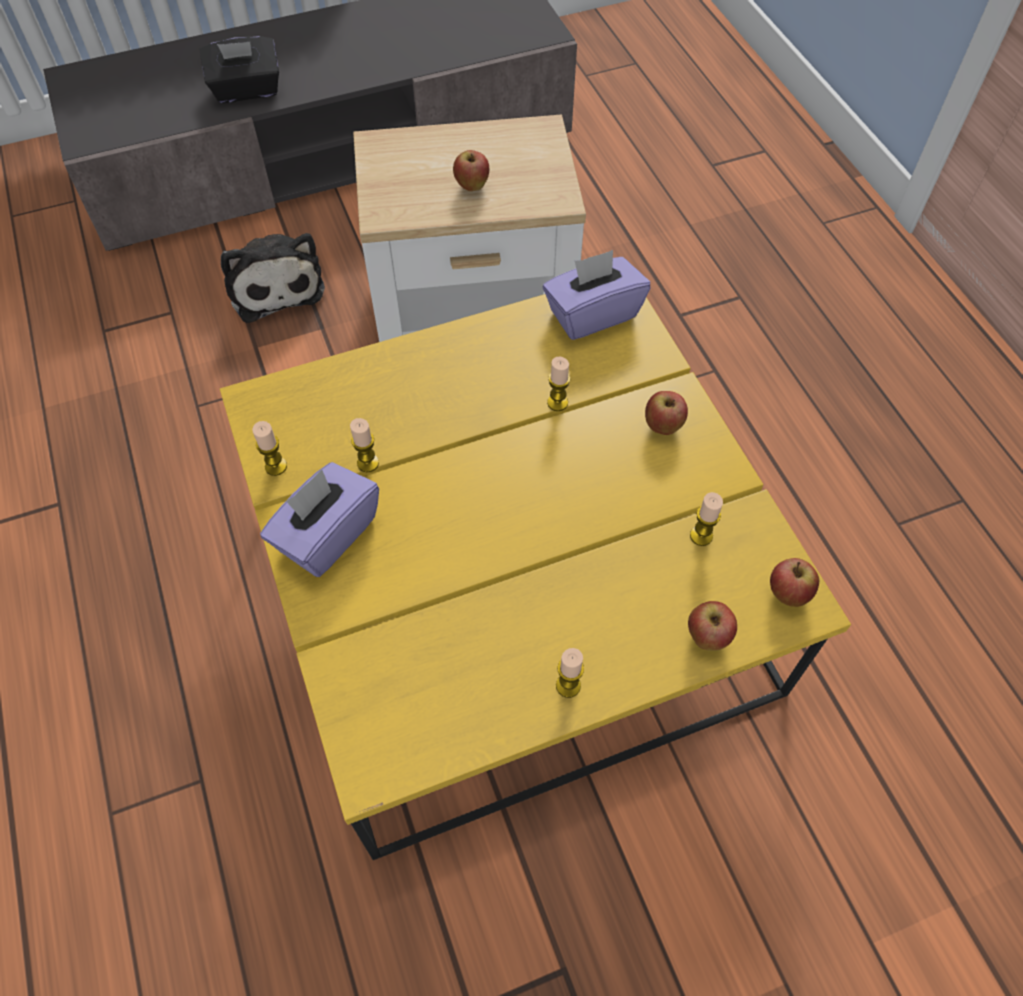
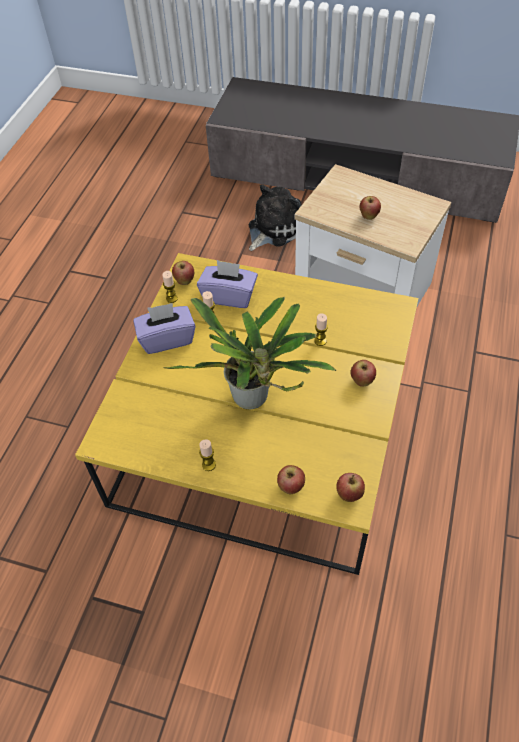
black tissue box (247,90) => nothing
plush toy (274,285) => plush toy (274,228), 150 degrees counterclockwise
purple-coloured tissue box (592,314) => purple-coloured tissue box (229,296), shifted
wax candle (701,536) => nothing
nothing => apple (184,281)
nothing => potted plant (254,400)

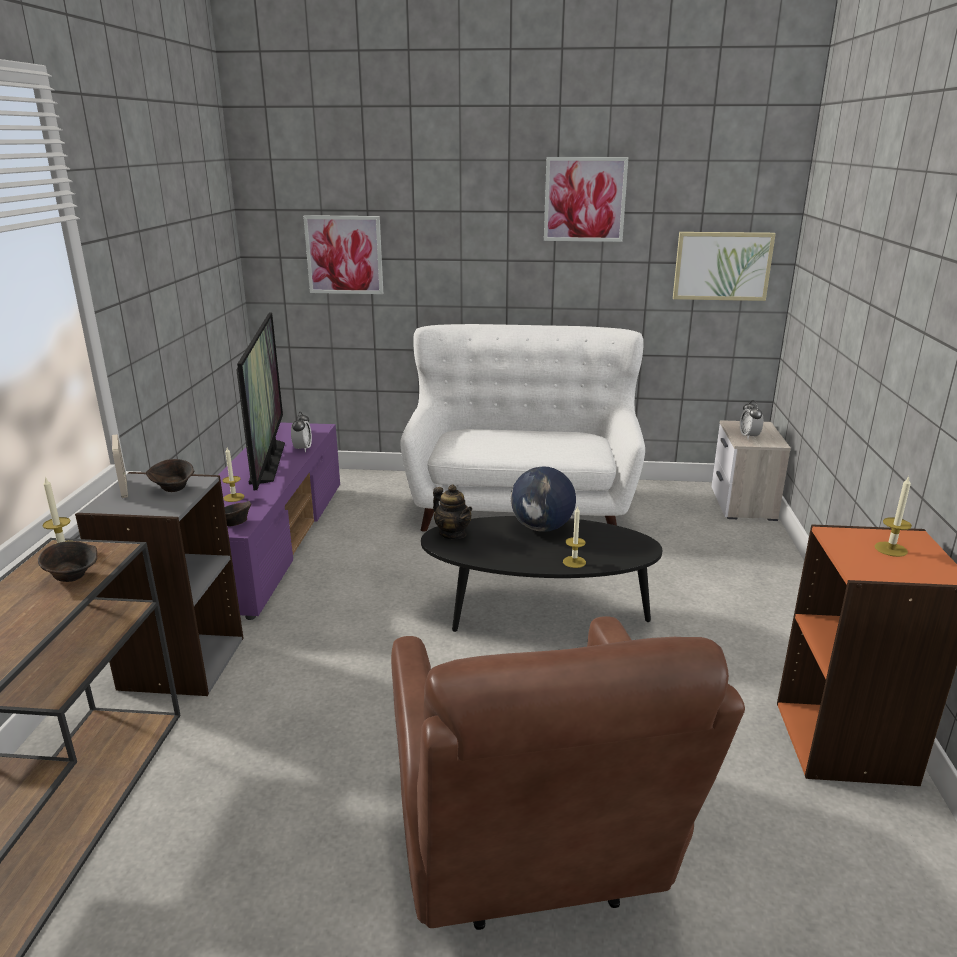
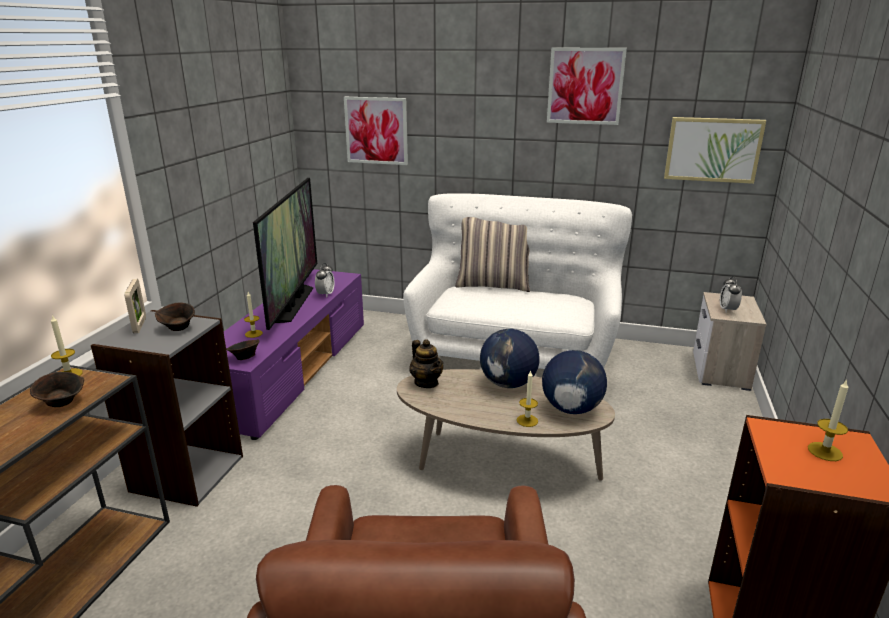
black coffee table (537,615) => sand-coloured coffee table (499,462)
nothing => throw pillow (494,285)
nothing => globe (571,409)

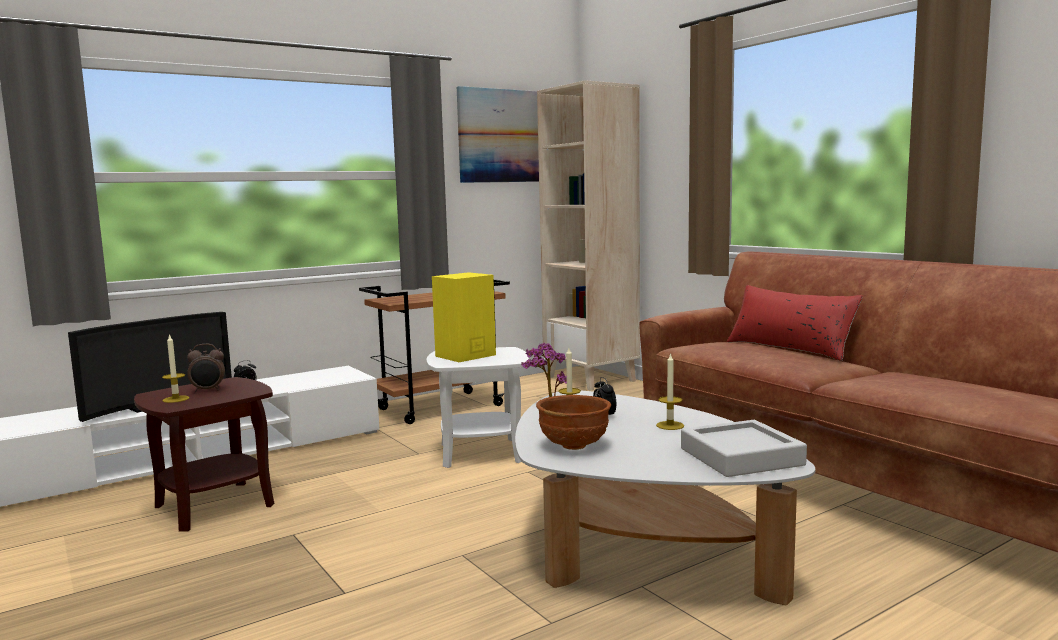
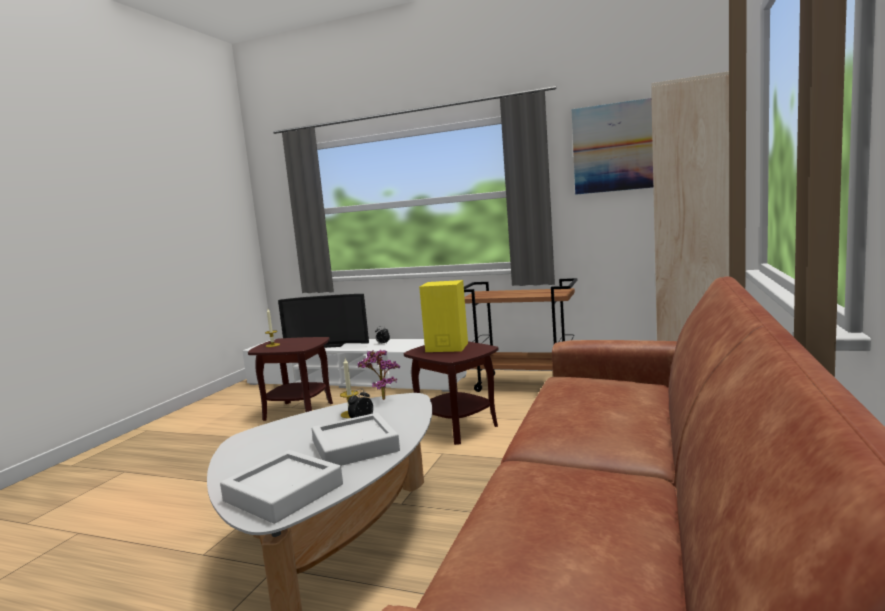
reddish throw pillow (789,348) => nothing
bedside clock (208,390) => nothing
white end table (481,452) => brown-coloured end table (457,427)
wax candle (670,425) => grey carrying tray (355,447)
brown-coloured bowl (575,446) => nothing

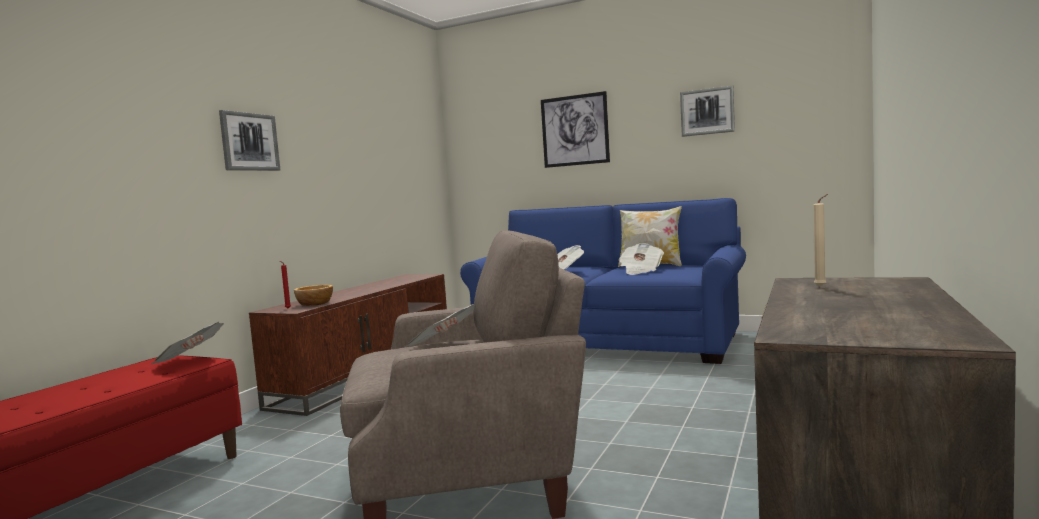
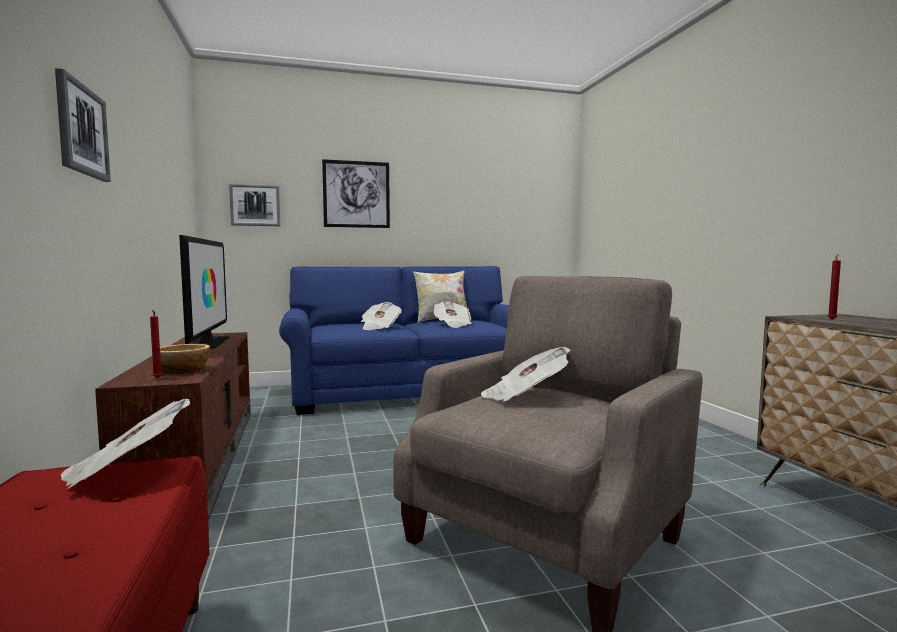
wall picture (707,111) => wall picture (255,205), shifted
sand-coloured wax candle (822,287) => reddish wax candle (832,319)
nothing => TV (206,343)

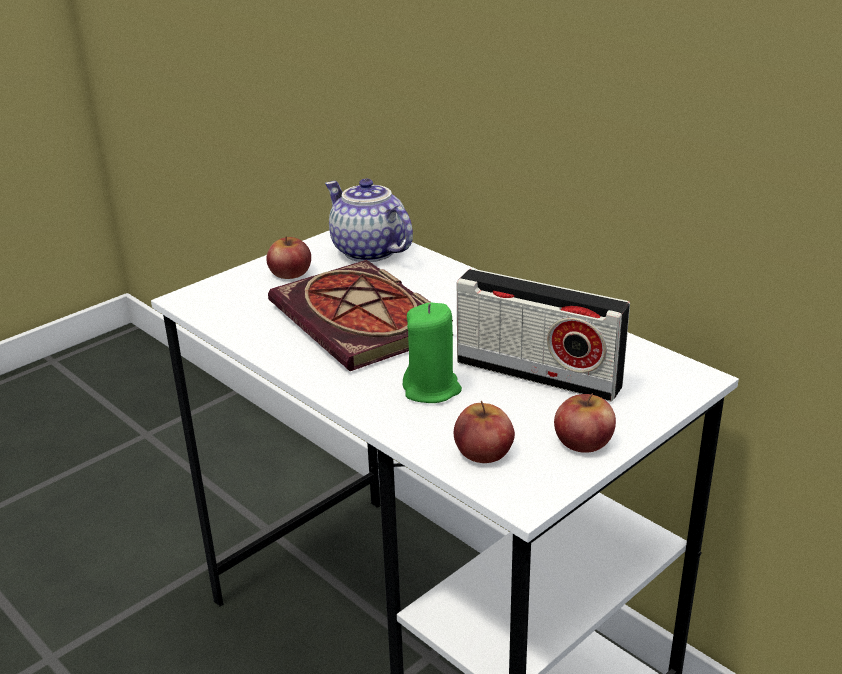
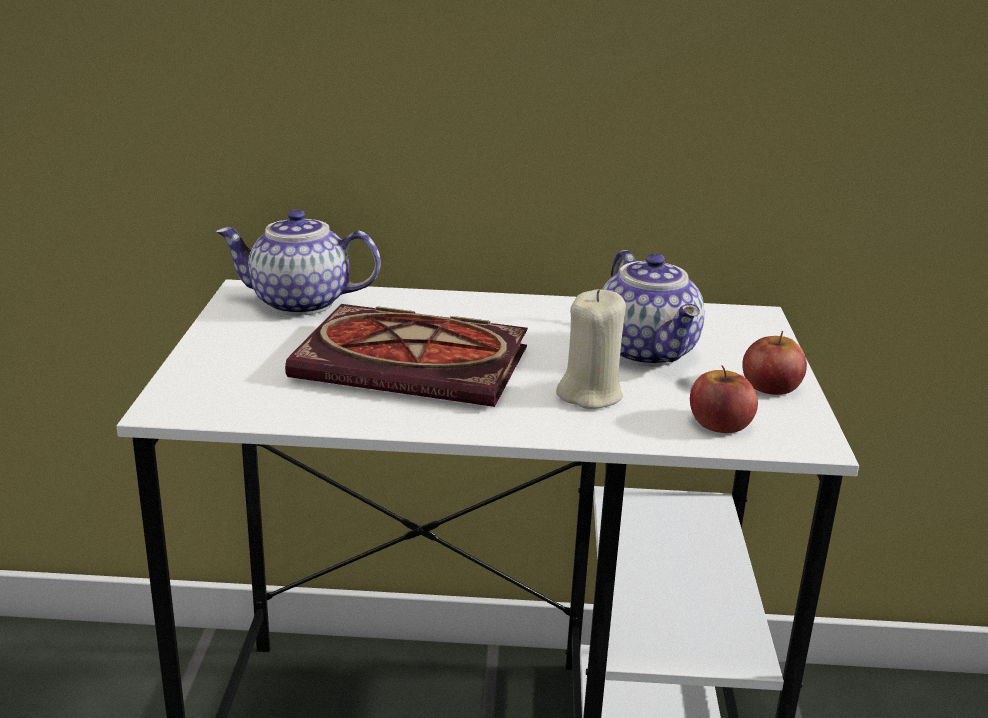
apple (290,272) => nothing
radio (538,374) => pot for tea (649,352)
greenish wax candle (432,389) => sand-coloured wax candle (590,394)

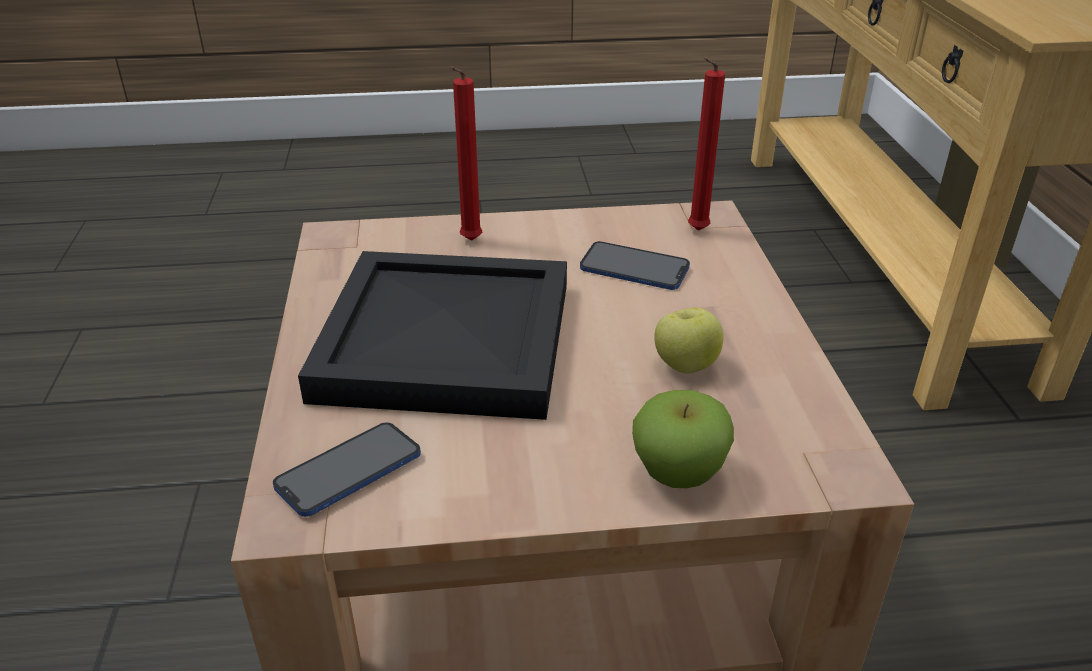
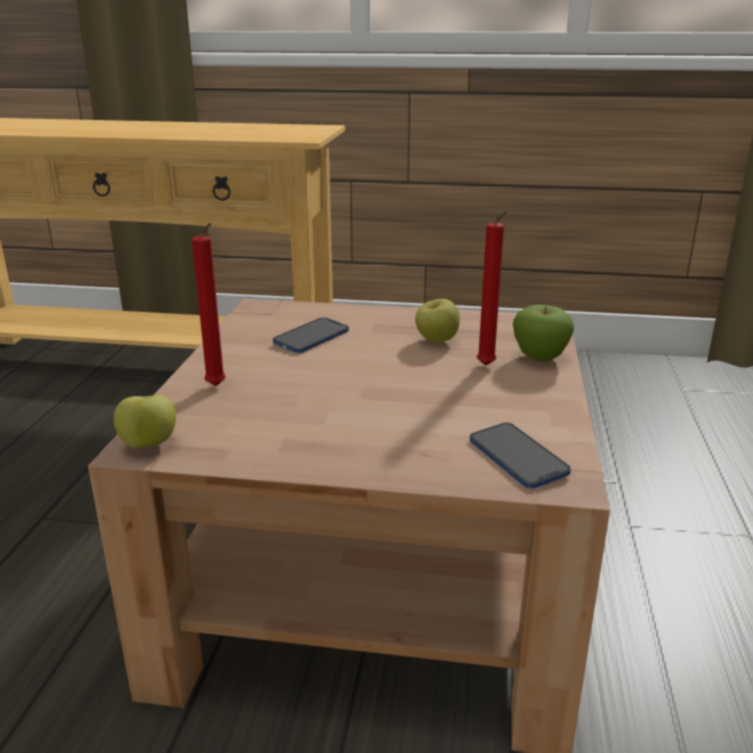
reddish wax candle (695,231) => reddish wax candle (487,366), shifted
black carrying tray (449,342) => nothing
nothing => apple (149,445)

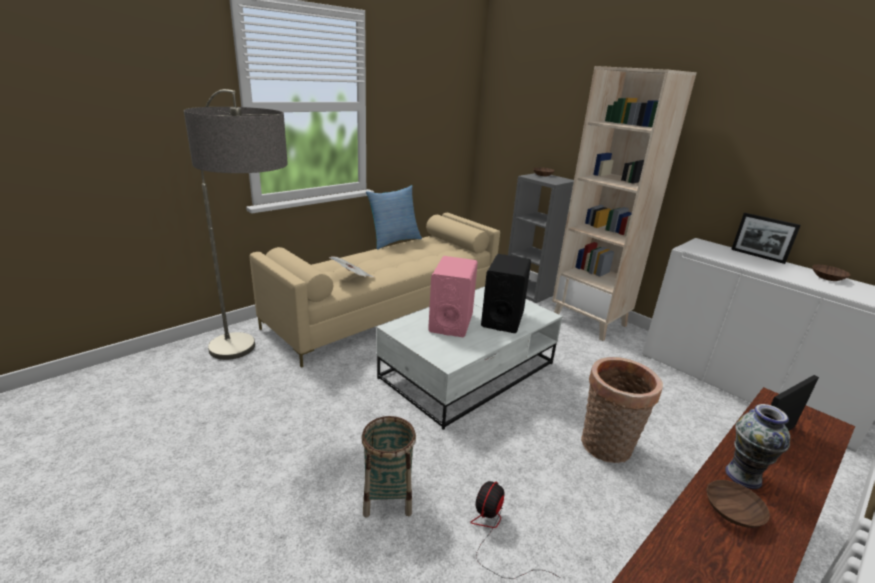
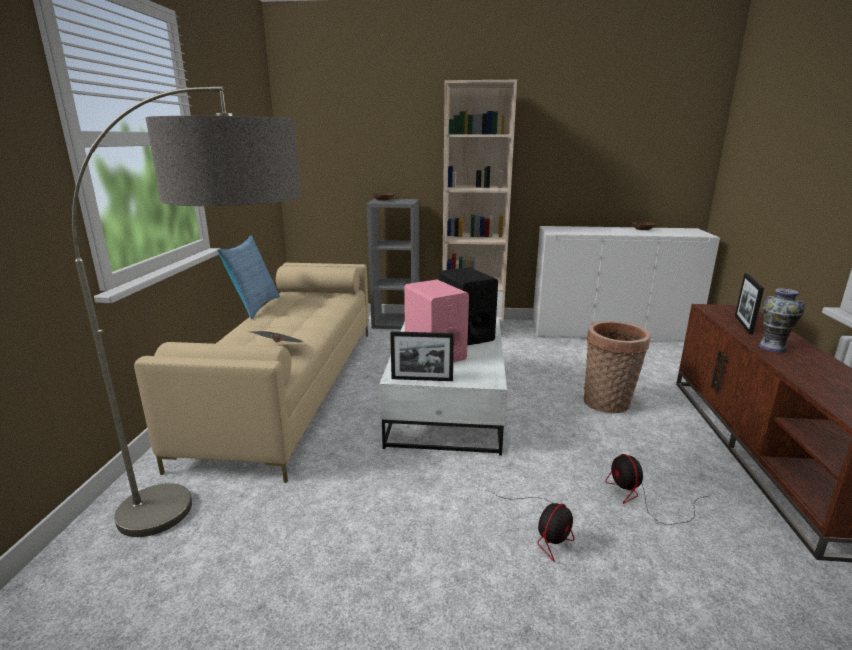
standing frame (757,256) => standing frame (422,379), shifted
basket (387,497) => fan (547,530)
brown-coloured bowl (733,511) => nothing

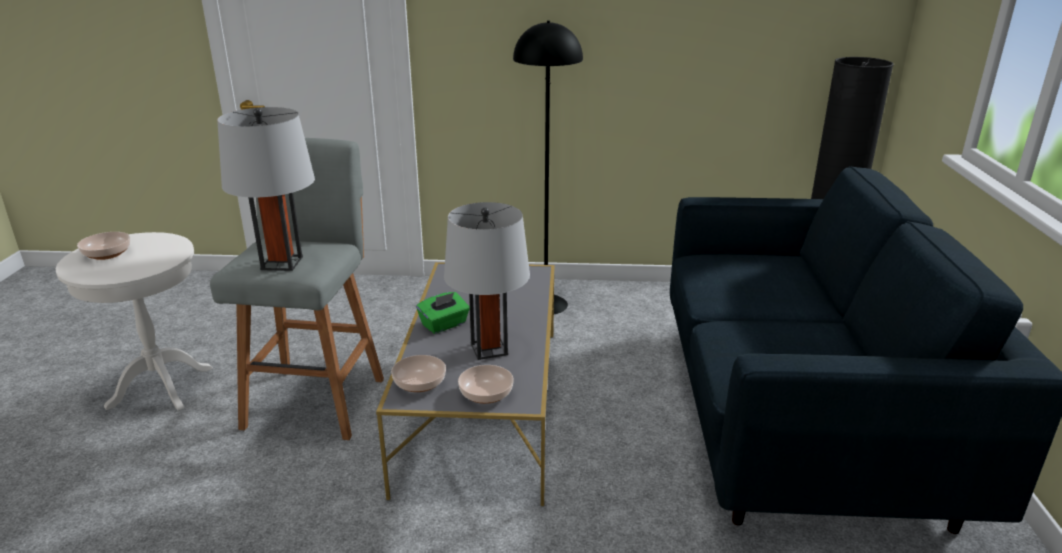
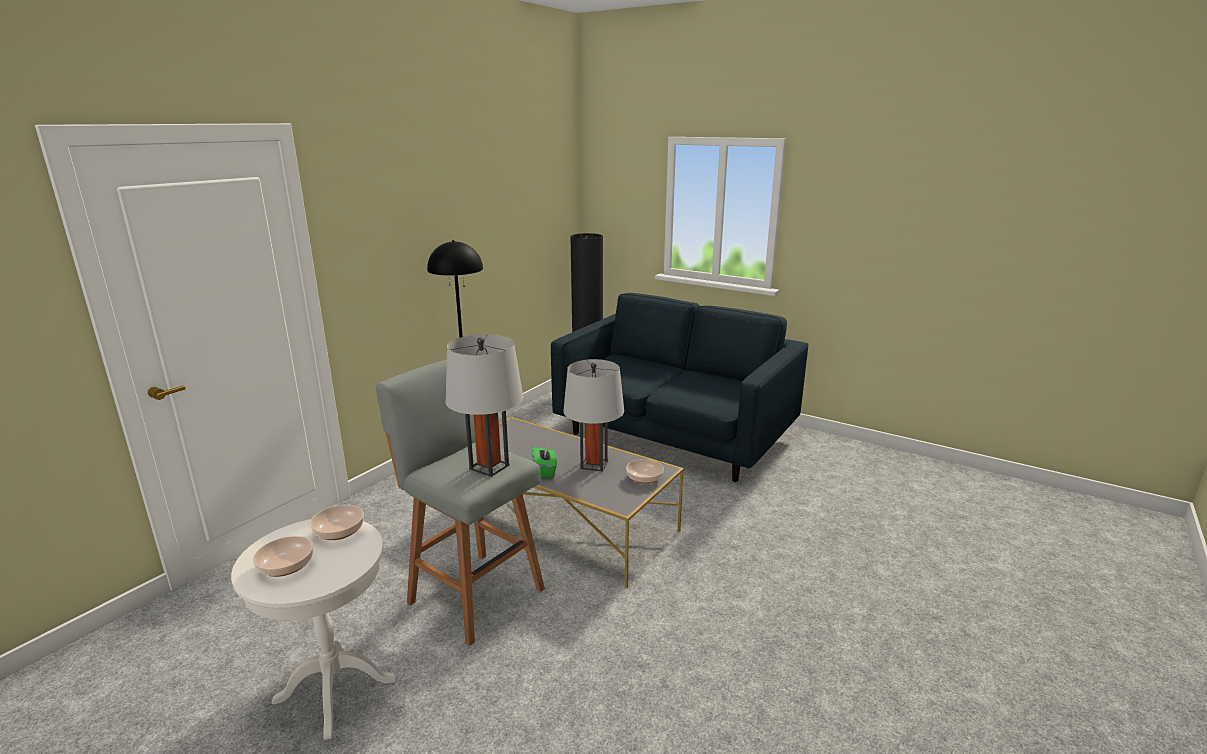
bowl (420,383) => bowl (340,531), shifted

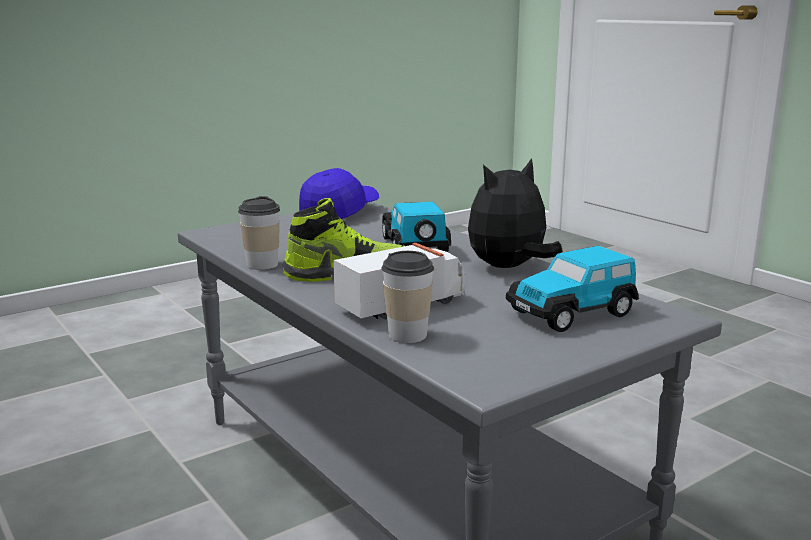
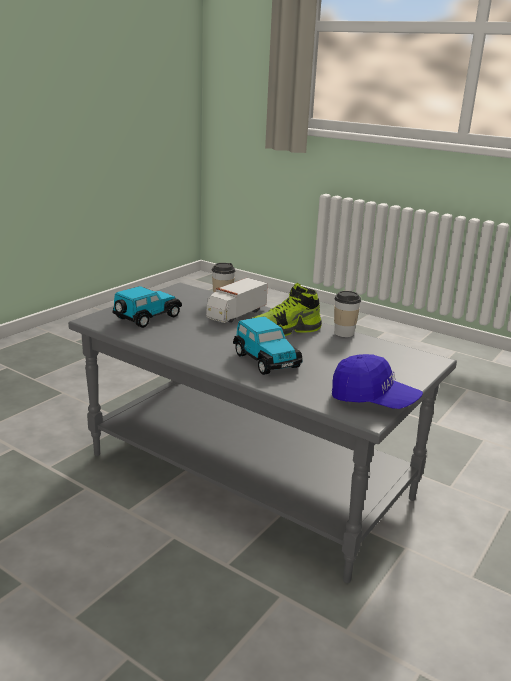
plush toy (509,268) => nothing
bluish baseball cap (339,213) => bluish baseball cap (373,400), 75 degrees counterclockwise

